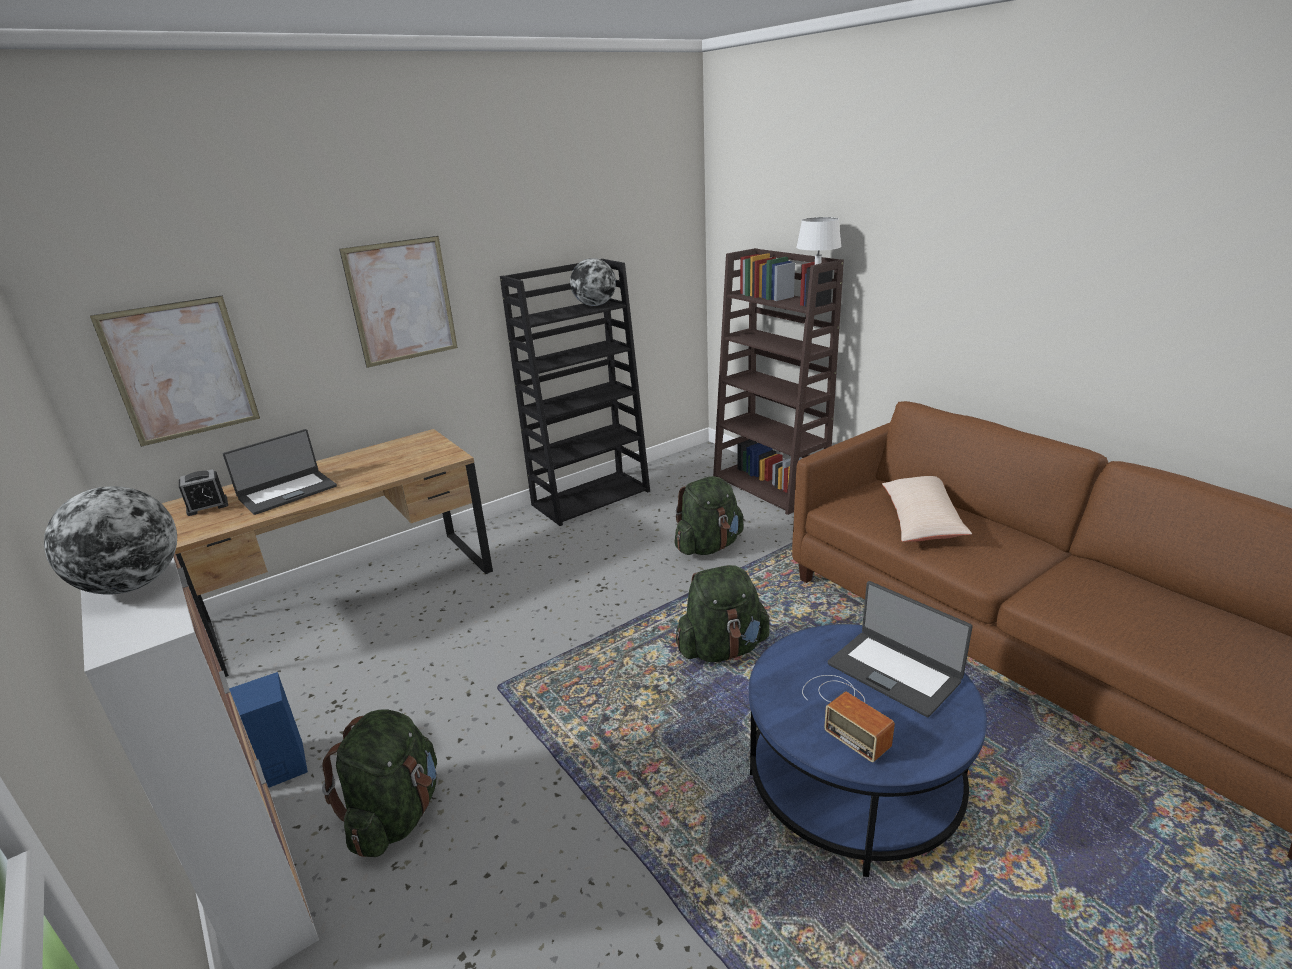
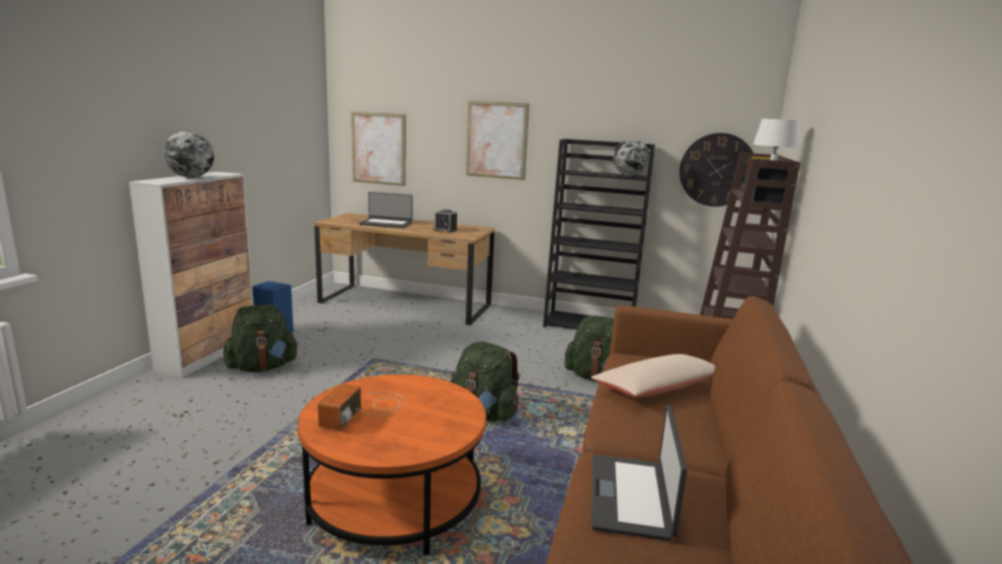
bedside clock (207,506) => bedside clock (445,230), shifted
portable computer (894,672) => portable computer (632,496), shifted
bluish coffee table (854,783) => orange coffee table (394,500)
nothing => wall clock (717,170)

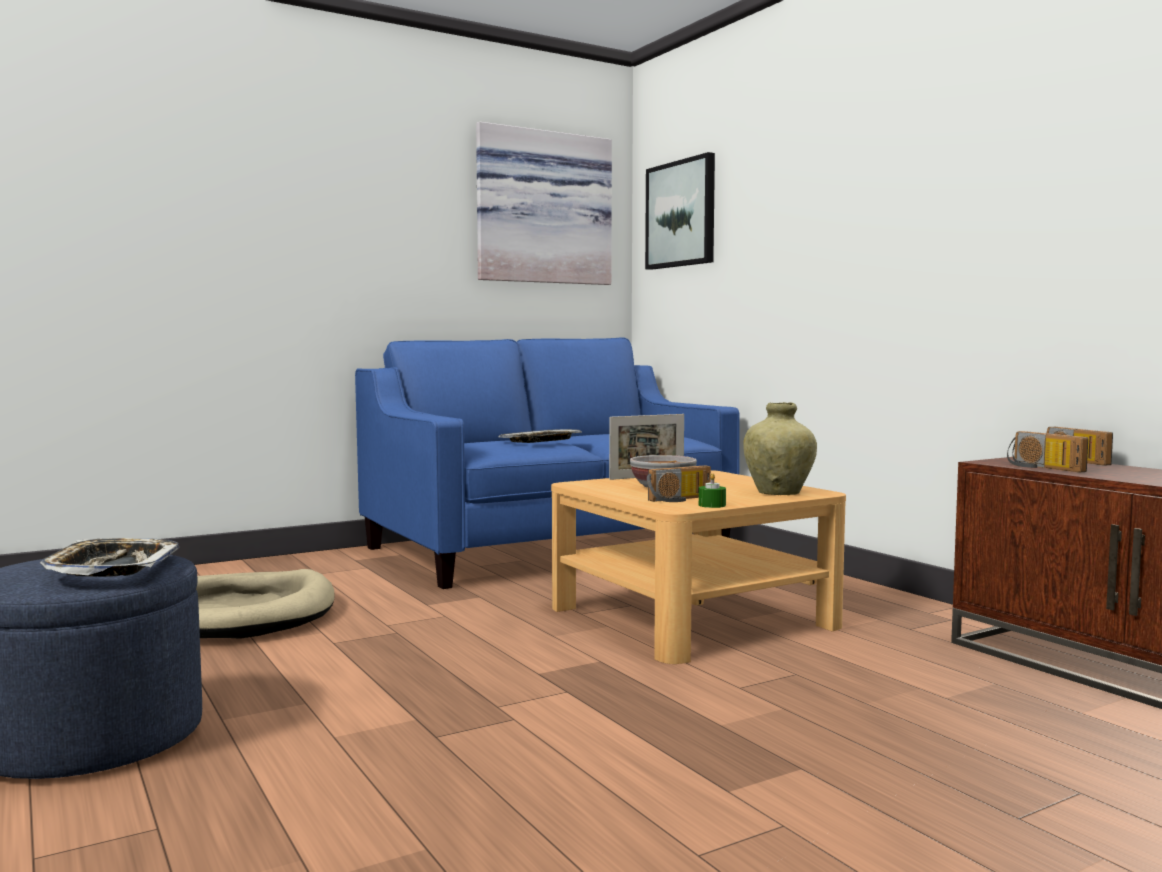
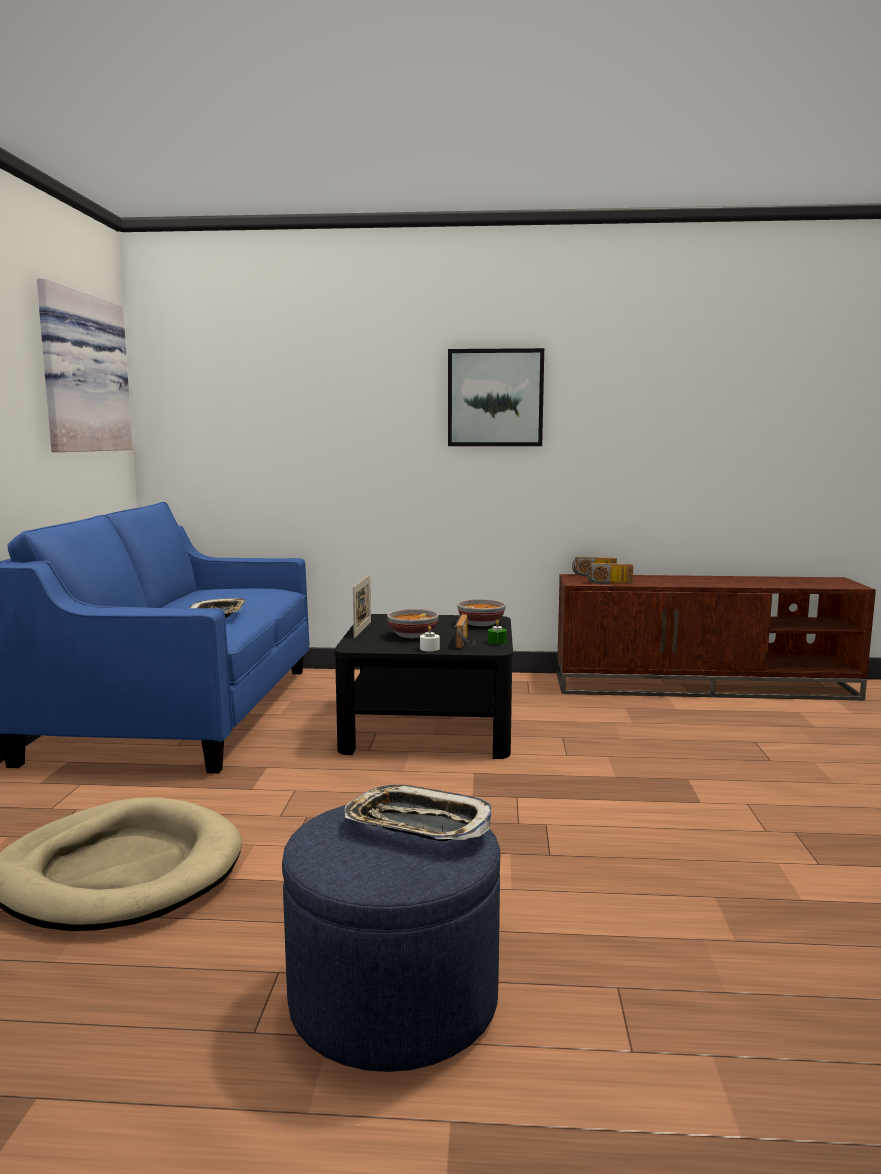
wall picture (681,214) => wall picture (495,398), shifted
sand-coloured flower vase (779,493) => bowl (481,624)
sand-coloured coffee table (692,616) => black coffee table (428,726)
nothing => white wax candle (429,648)

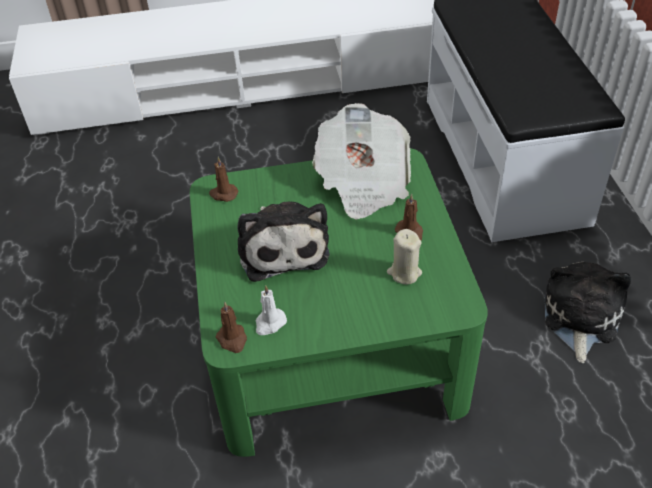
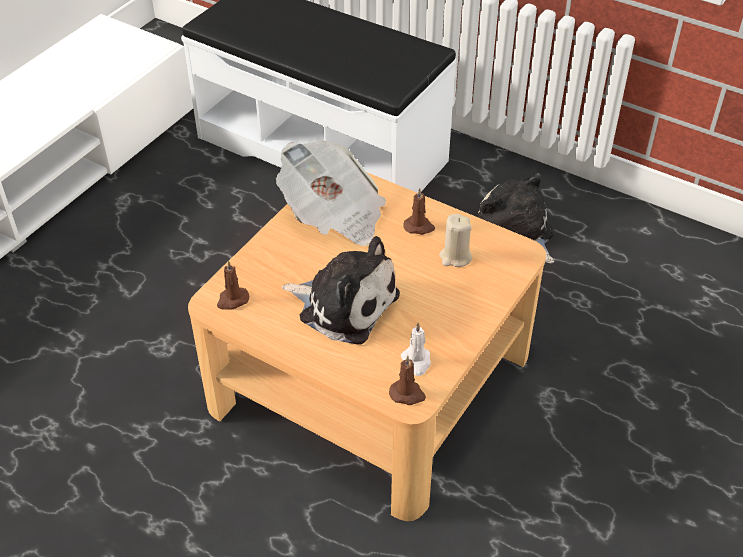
greenish coffee table (332,337) => sand-coloured coffee table (371,378)

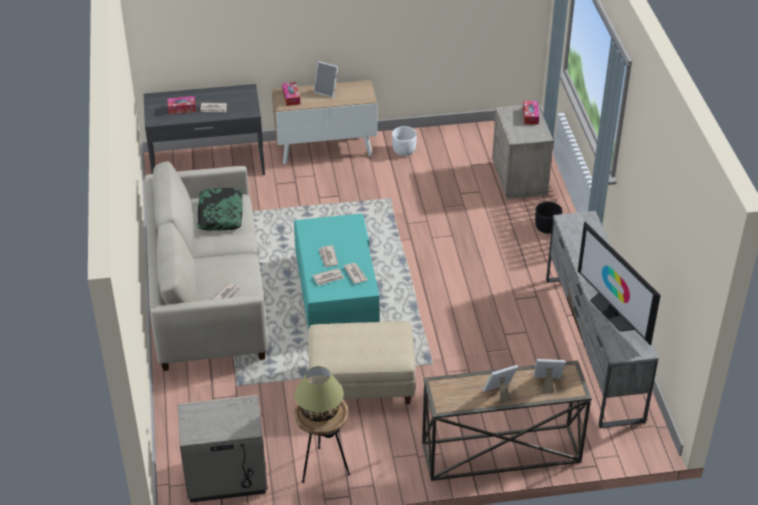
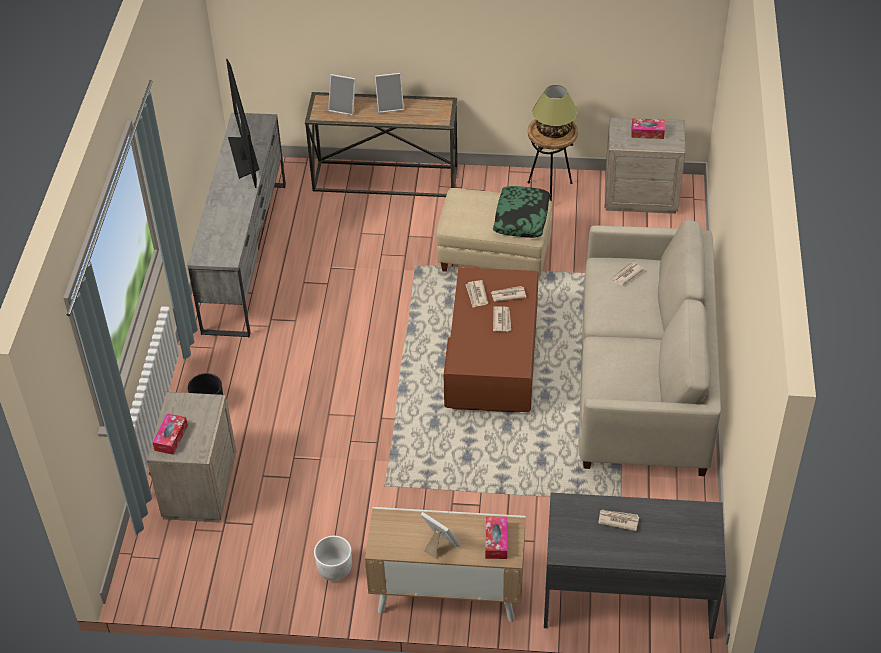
tissue box (182,108) => tissue box (647,133), shifted
throw pillow (220,214) => throw pillow (522,218), shifted
turquoise coffee table (336,292) => brown-coloured coffee table (492,361)

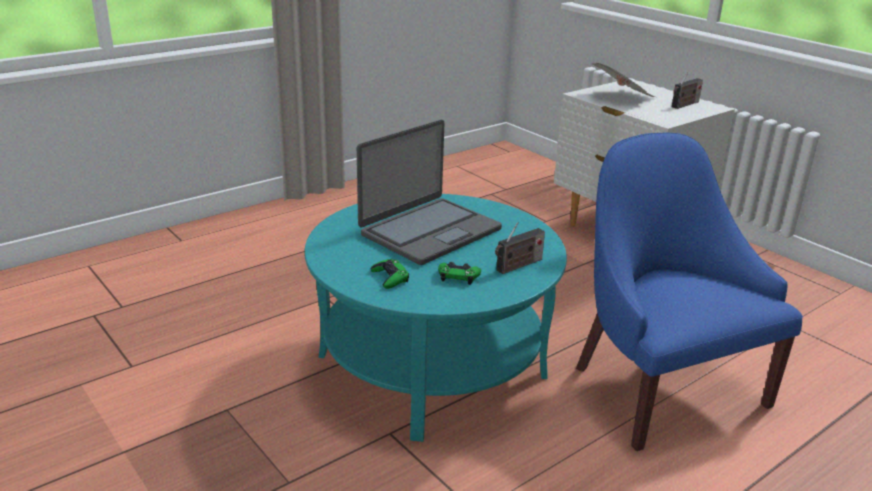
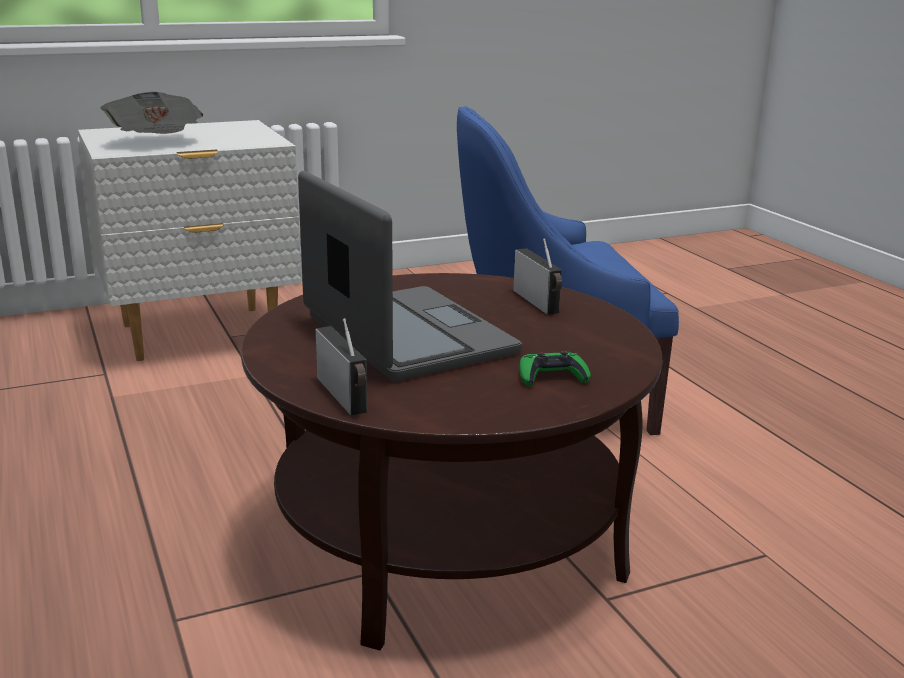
radio (684,105) => radio (344,396), shifted
turquoise coffee table (432,364) => brown-coloured coffee table (447,535)
greenish game controller (458,276) => nothing

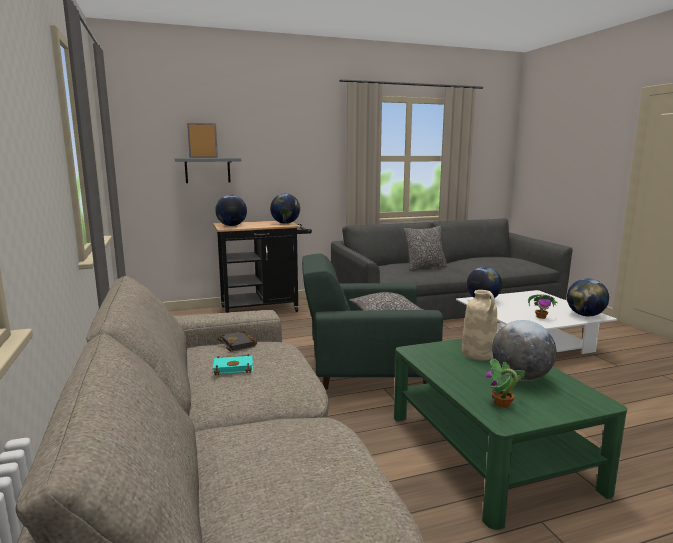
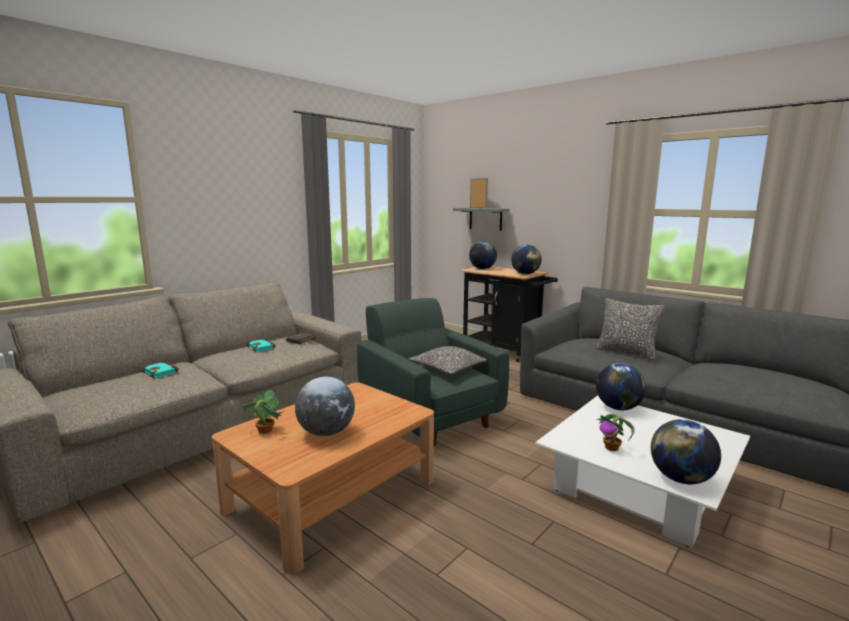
sand-coloured flower vase (479,354) => nothing
greenish coffee table (489,450) => brown-coloured coffee table (332,495)
nothing => turquoise volume (161,372)

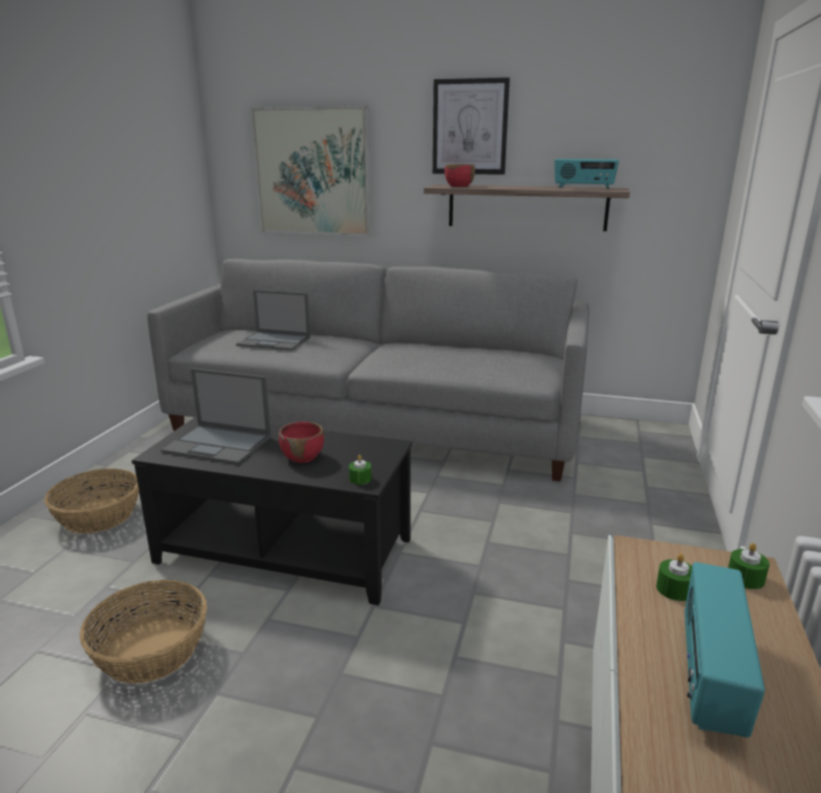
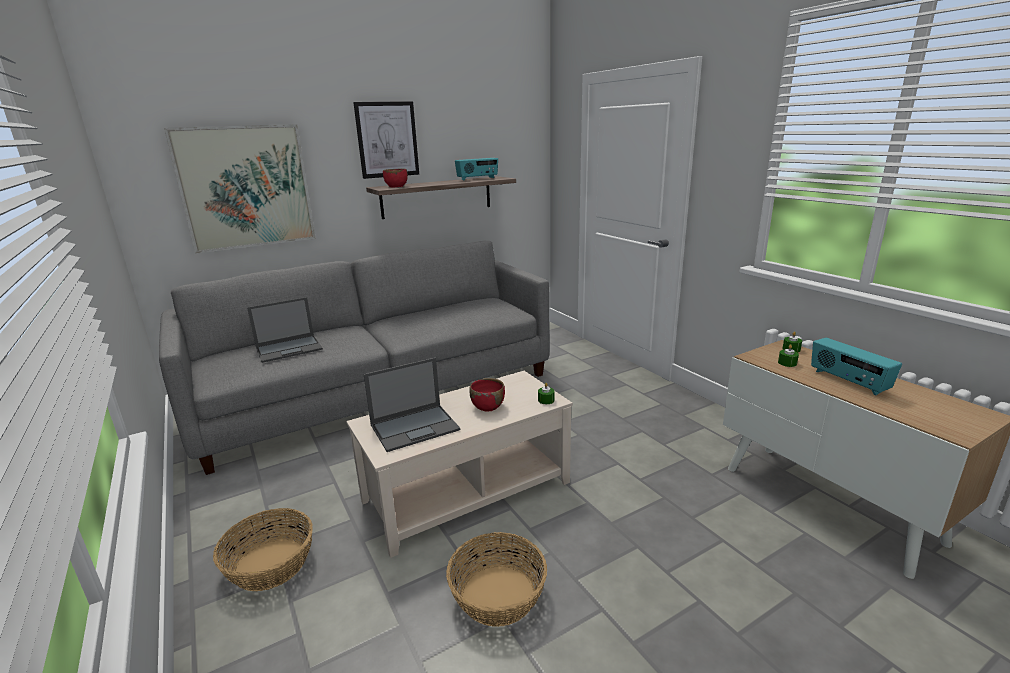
black coffee table (285,550) => sand-coloured coffee table (467,491)

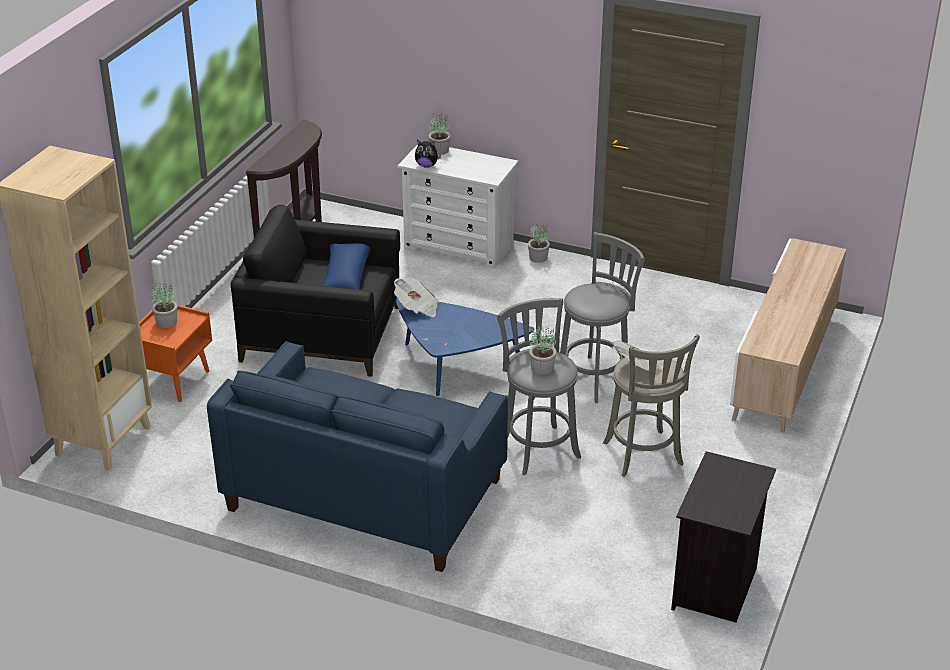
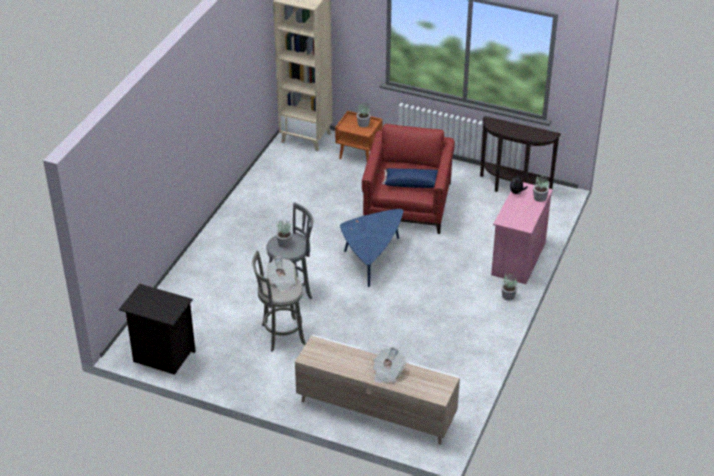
white dresser (459,246) => pink-coloured dresser (518,259)
black lounge chair (322,334) => reddish lounge chair (408,204)
grey stool (595,377) => nothing
newspaper (417,308) => newspaper (387,372), shifted
bluish couch (365,494) => nothing

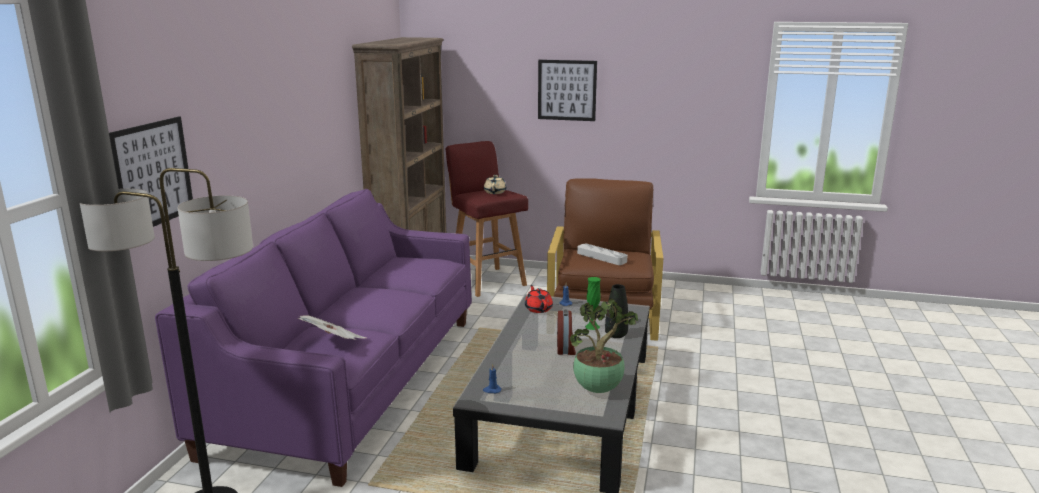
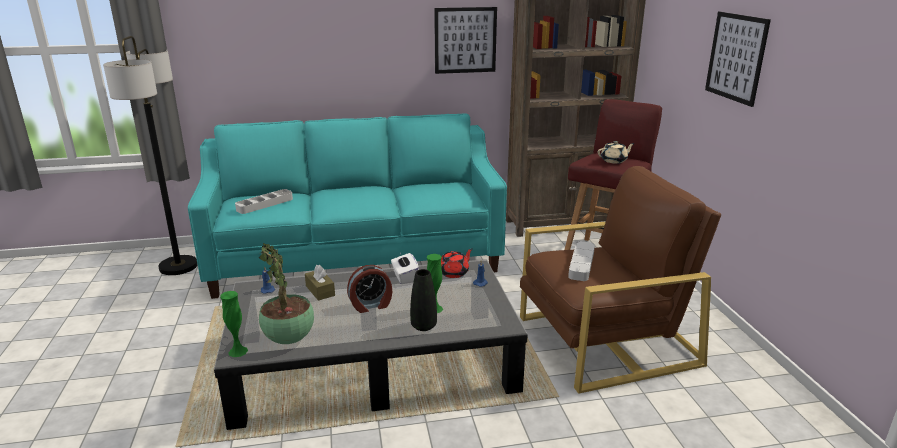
wall picture (153,174) => wall picture (465,40), shifted
purple-coloured couch (352,381) => turquoise couch (357,257)
newspaper (334,343) => grey carrying tray (265,204)
nothing => white tissue box (404,277)
nothing => brown-coloured tissue box (320,291)
nothing => greenish flower vase (238,351)

